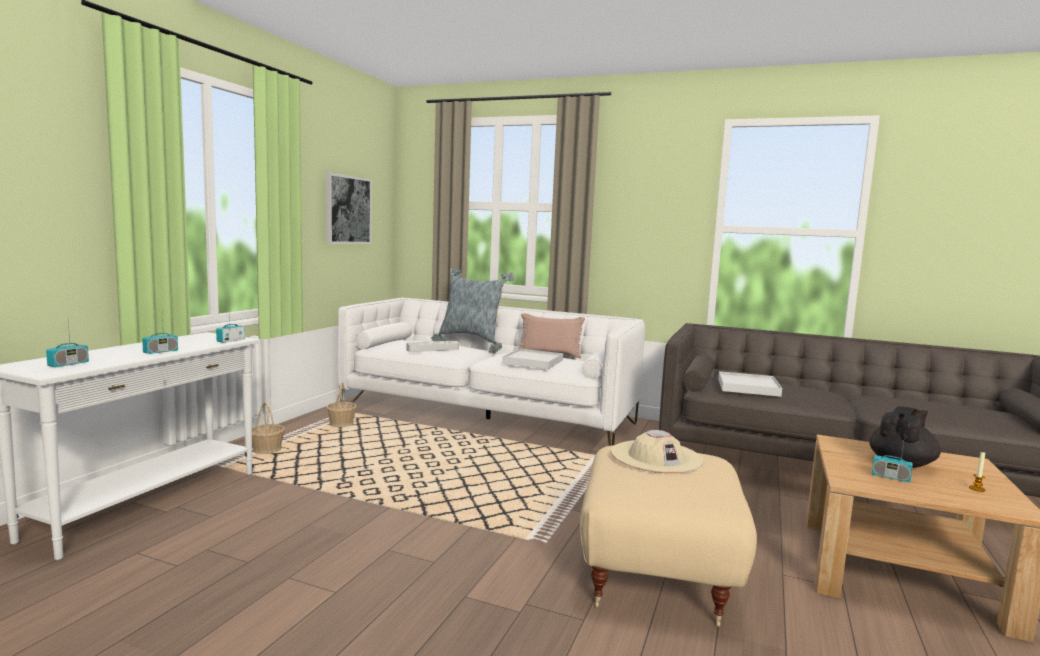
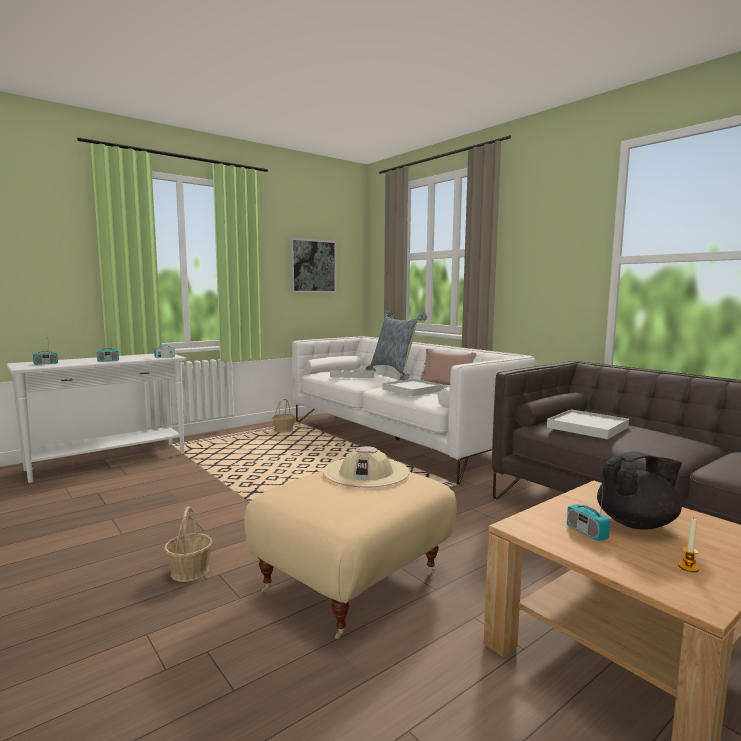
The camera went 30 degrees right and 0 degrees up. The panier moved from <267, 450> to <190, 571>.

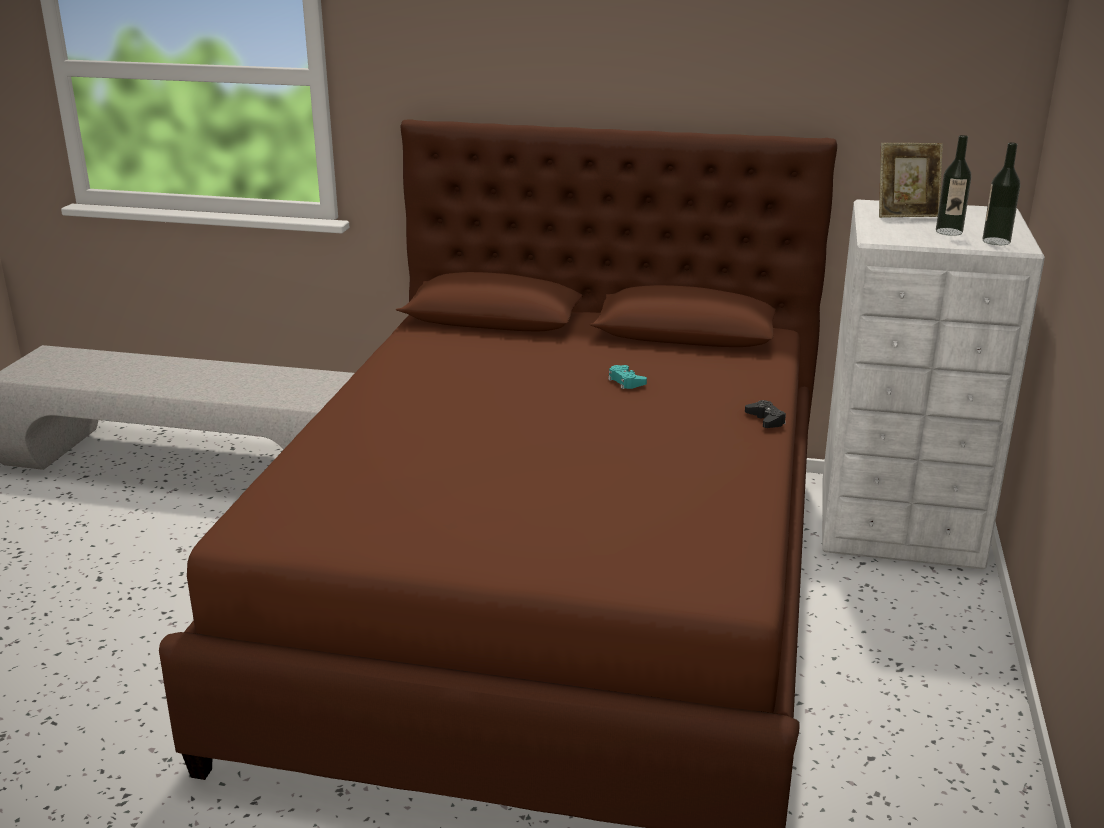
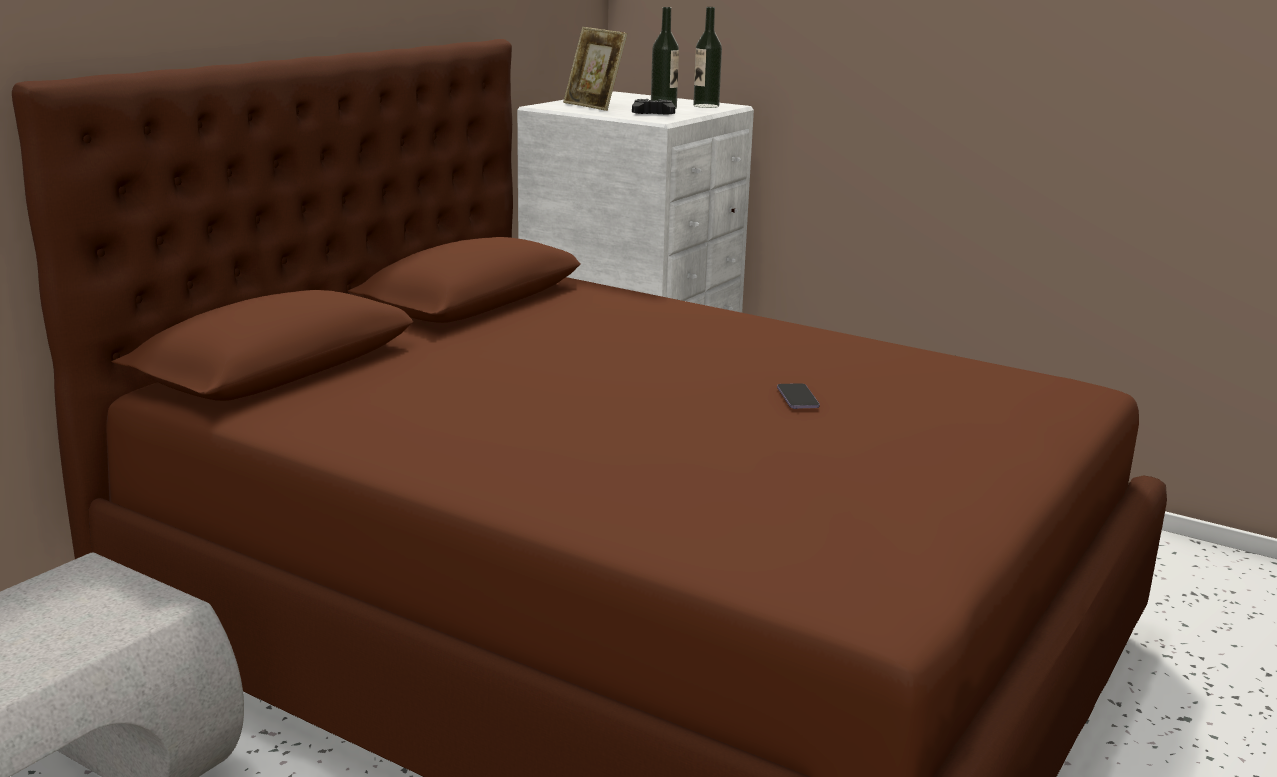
The camera went 70 degrees left and 5 degrees down. The cadre photo at <906, 214> turned 120 degrees clockwise. The manette (turquoise) at <626, 381> disappeared. The manette (noir) moved from <765, 420> to <653, 114>. The téléphone at <797, 398> appeared.

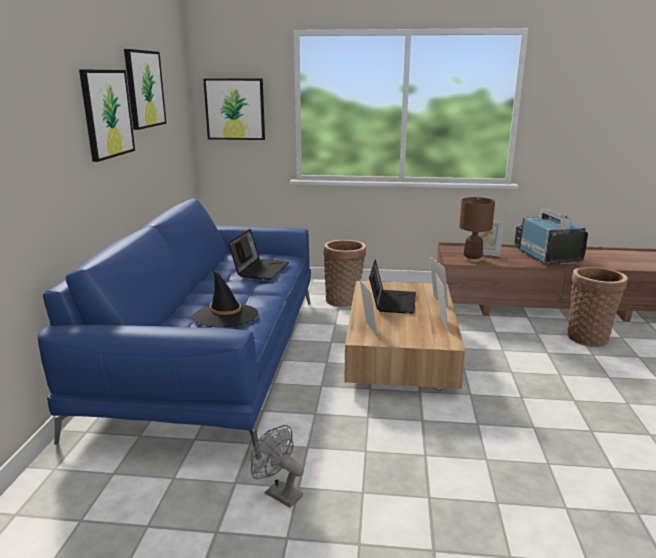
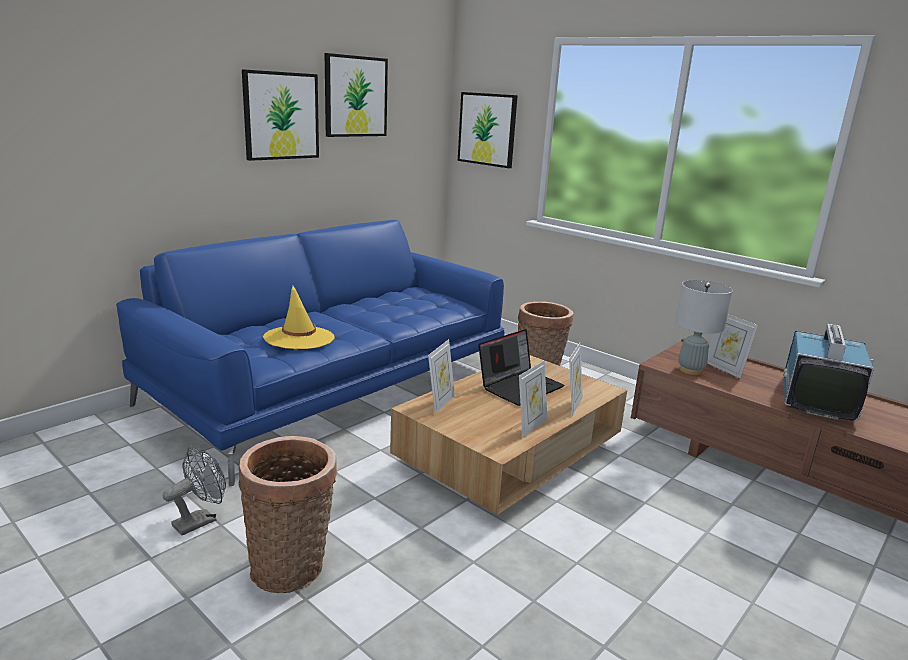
The camera went 35 degrees right and 0 degrees up. The lampe de table (marron) at <472, 259> became the lampe de table (gris) at <690, 370>. The ordinateur portable at <260, 269> disappeared. The panier moved from <588, 337> to <292, 567>. The chapeau (noir) at <226, 316> became the chapeau (jaune) at <299, 338>. The ventilateur (gris) at <278, 493> turned 60 degrees clockwise.

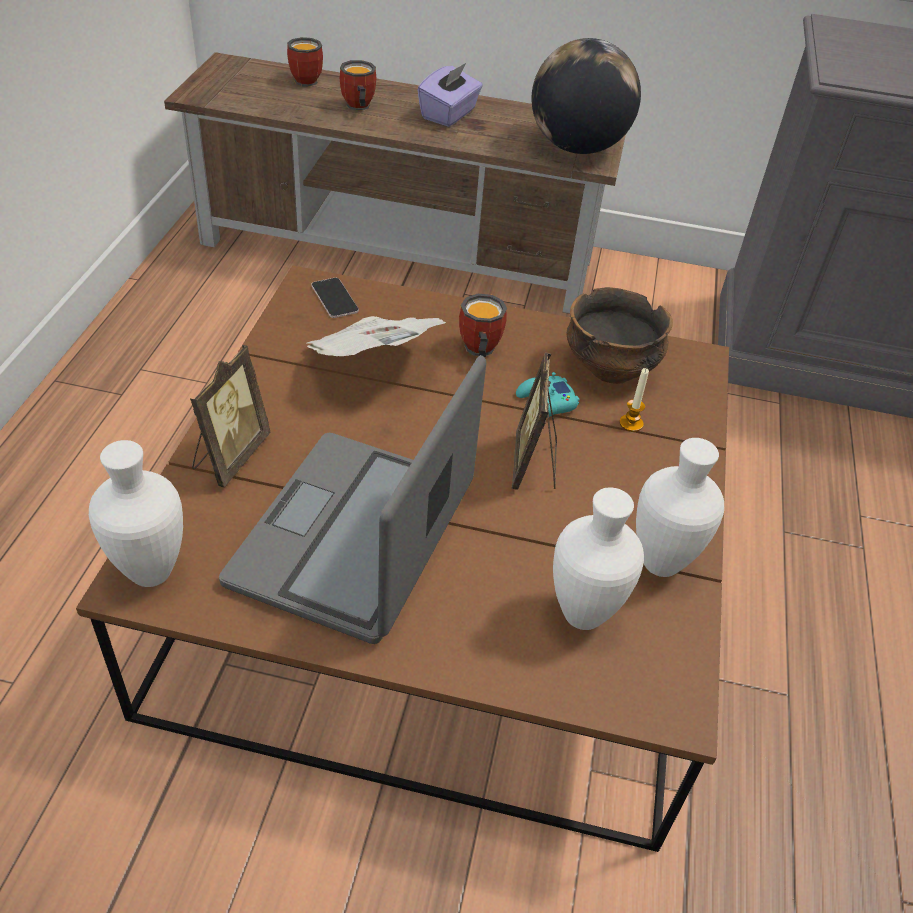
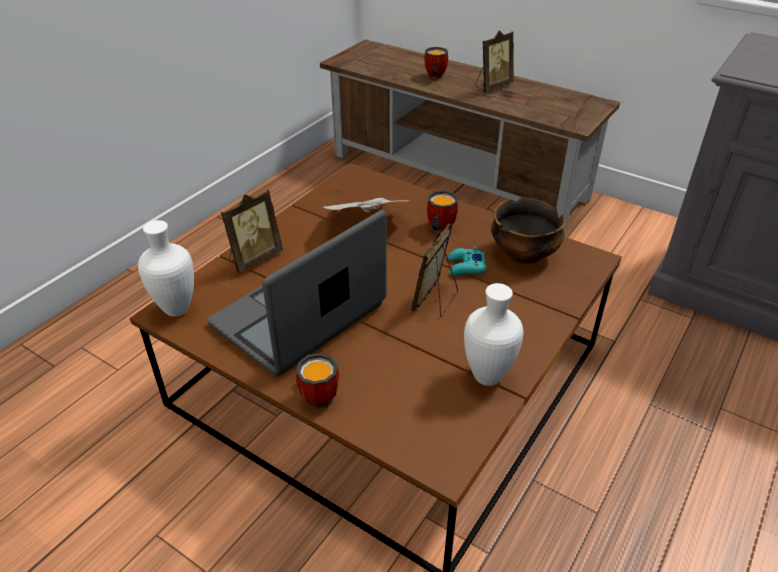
The camera went 25 degrees right and 5 degrees down. The mug moved from <305, 79> to <320, 394>. The globe at <577, 147> disappeared. The boîte à mouchoirs (violet) at <449, 114> was replaced by the cadre photo at <492, 86>. The téléphone at <334, 298> disappeared. The bougie at <631, 423> disappeared. The vase (blanc) at <583, 617> disappeared.

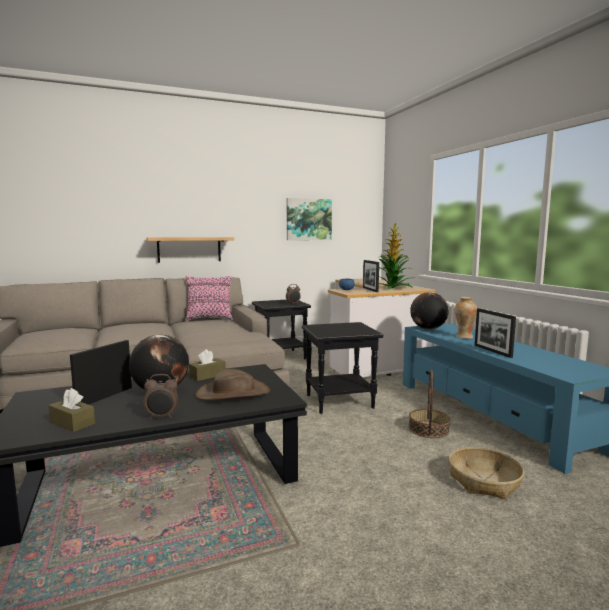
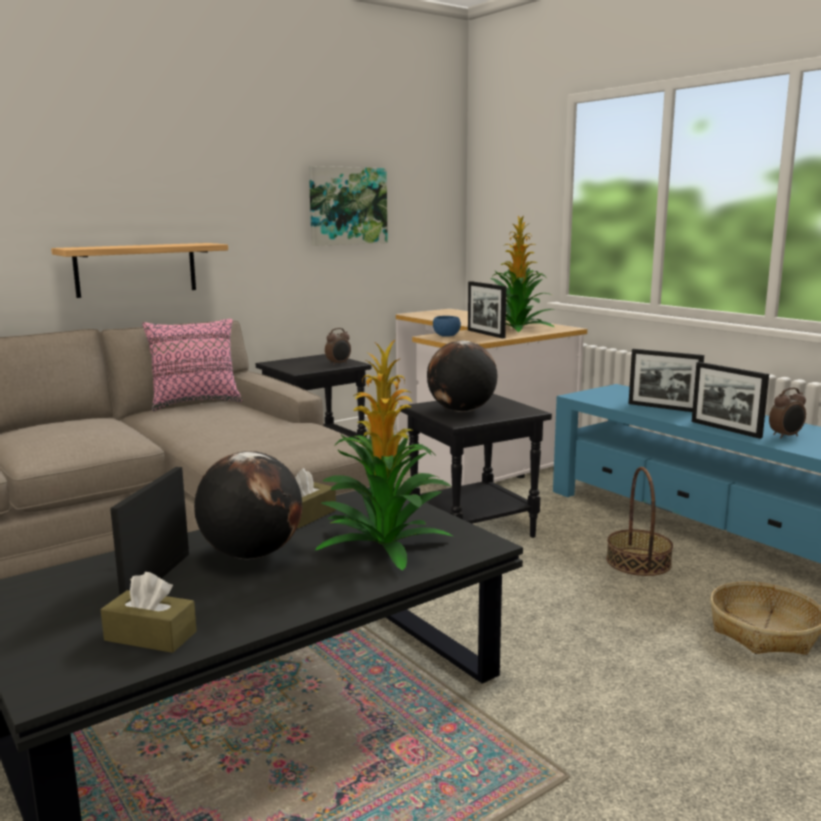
The camera went 15 degrees left and 5 degrees up. The globe moved from <428, 329> to <461, 411>. The vase at <464, 337> was replaced by the cadre photo at <663, 408>. The chapeau (marron) at <233, 393> was replaced by the plante en pot at <385, 543>. The réveil moved from <162, 417> to <786, 436>.

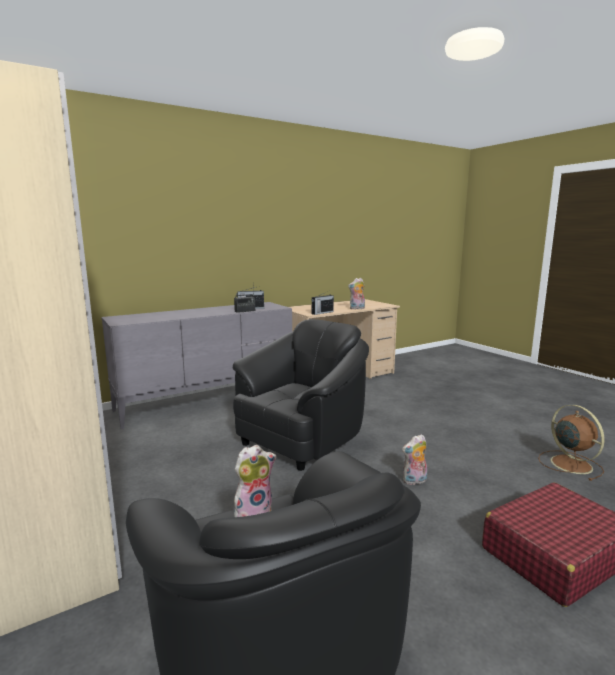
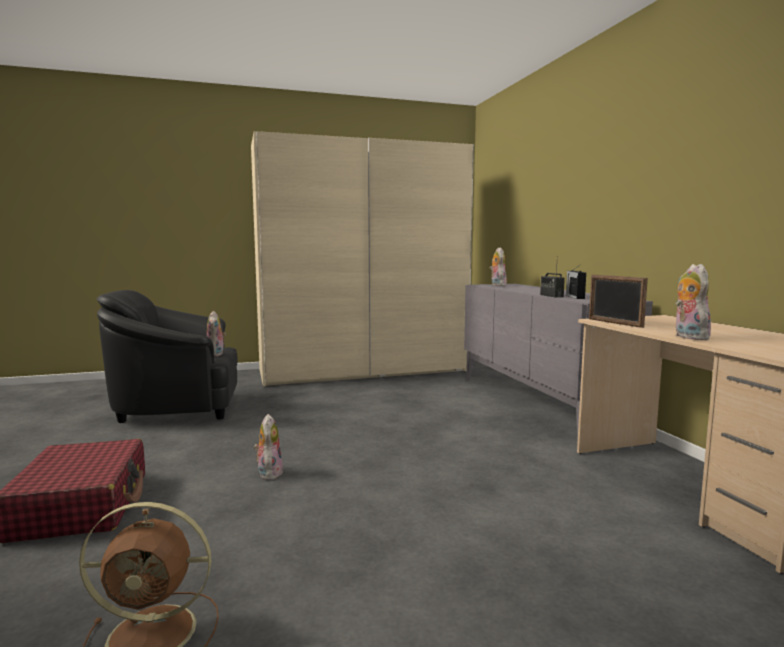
The camera went 105 degrees right and 5 degrees down. The radio at <322, 313> was replaced by the cadre photo at <614, 323>. The fauteuil (noir) at <302, 439> disappeared. The peluche at <497, 285> appeared.

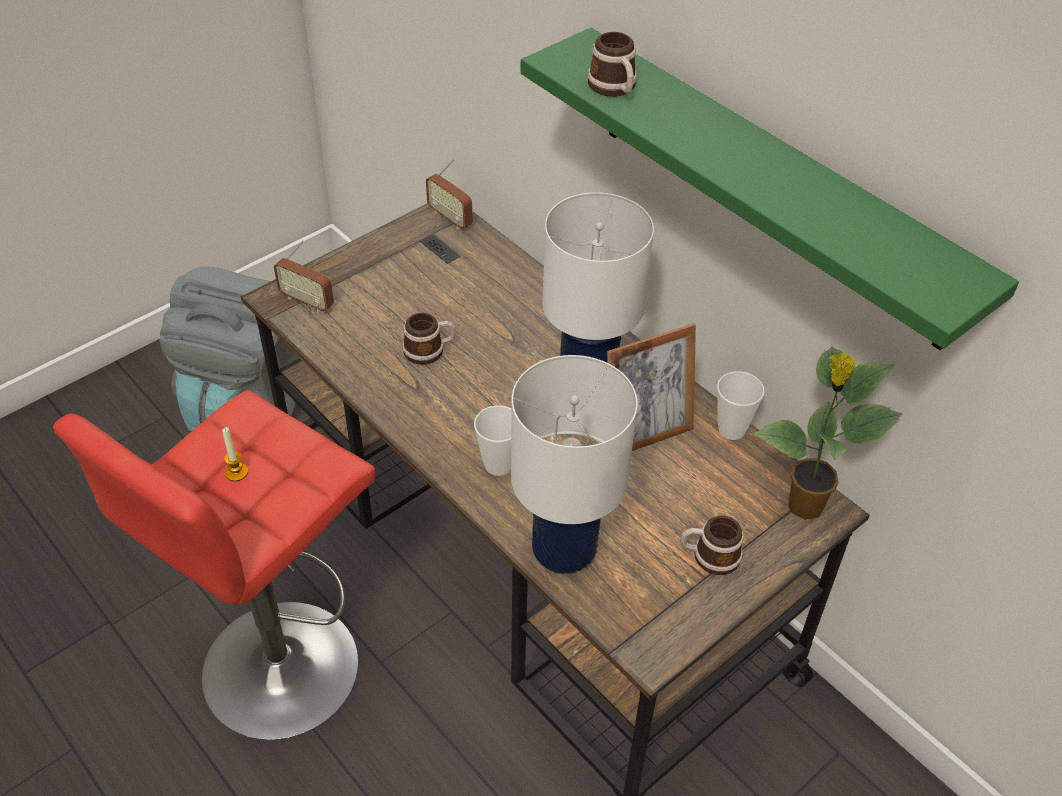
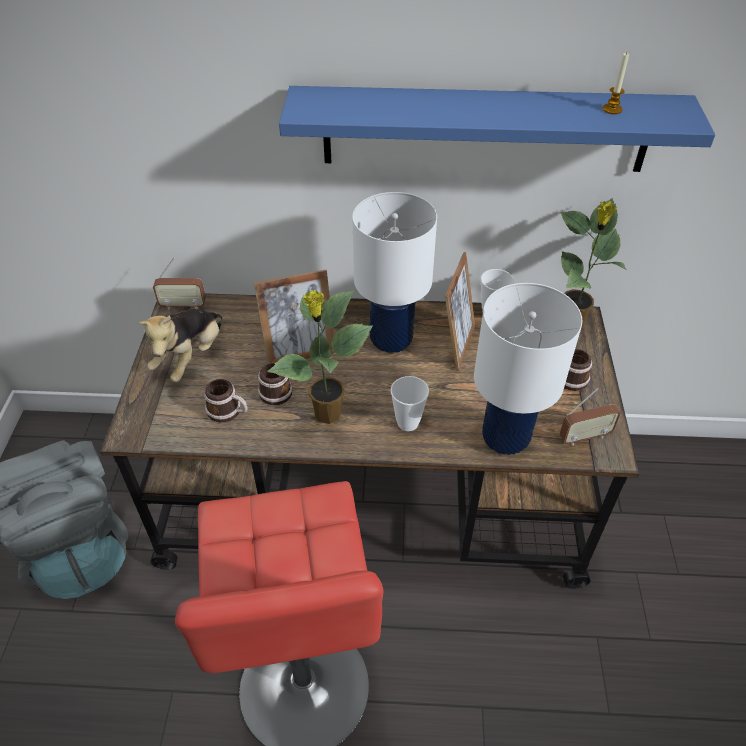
The camera went 45 degrees left and 0 degrees up. The étagère (vert) at <770, 186> became the étagère (bleu) at <485, 129>. The mug moved from <615, 88> to <228, 412>. The radio moved from <307, 301> to <584, 437>. The bougie moved from <236, 472> to <612, 109>. The cadre photo at <300, 352> appeared. The plante en pot at <327, 415> appeared. The peluche at <190, 357> appeared.

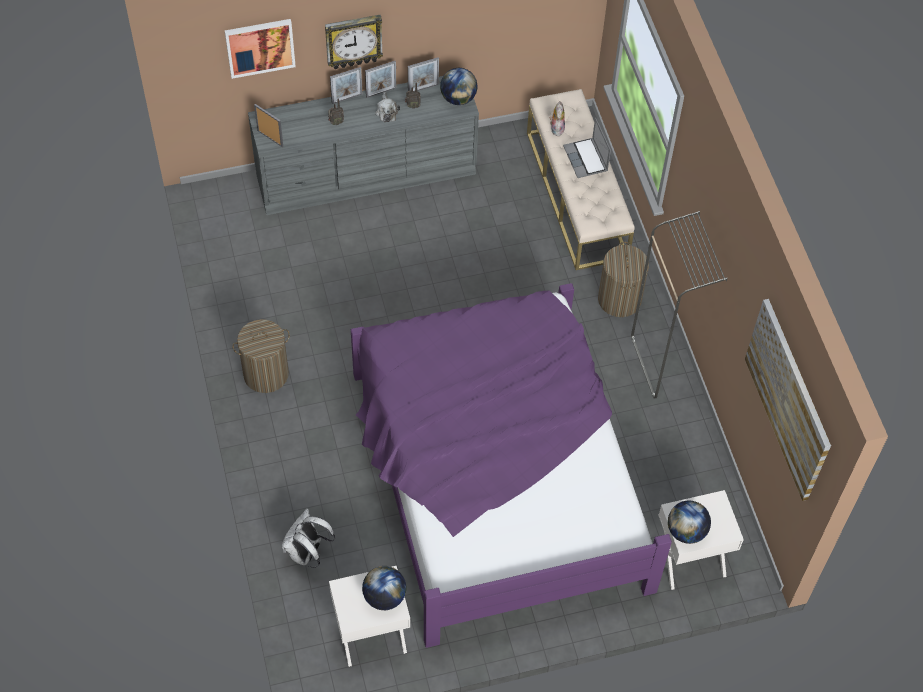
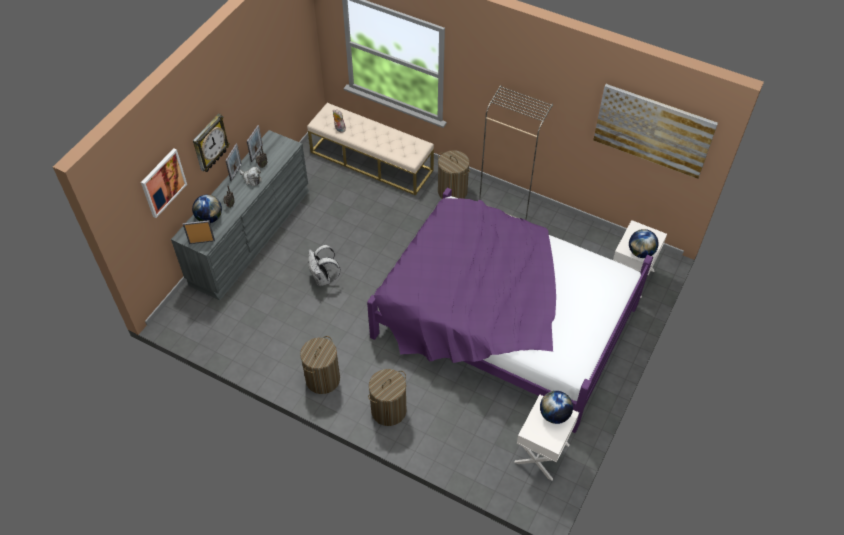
The camera went 45 degrees left and 5 degrees down. The cadre photo at <347, 98> disappeared. The globe moved from <458, 98> to <209, 218>. The ordinateur portable at <586, 159> disappeared. The sac à dos (blanc) moved from <307, 553> to <323, 279>. The panier à linge at <388, 410> appeared.

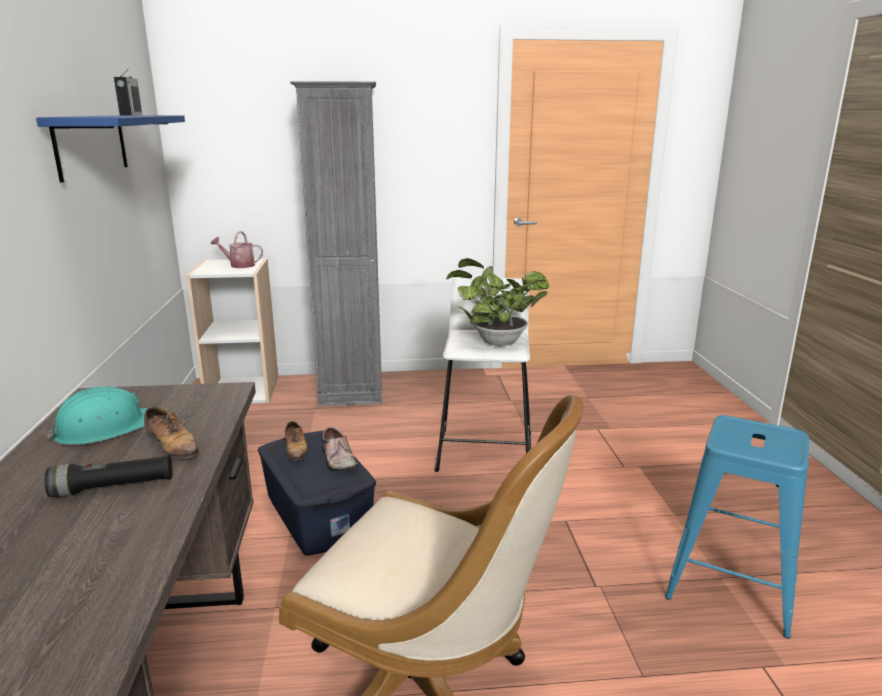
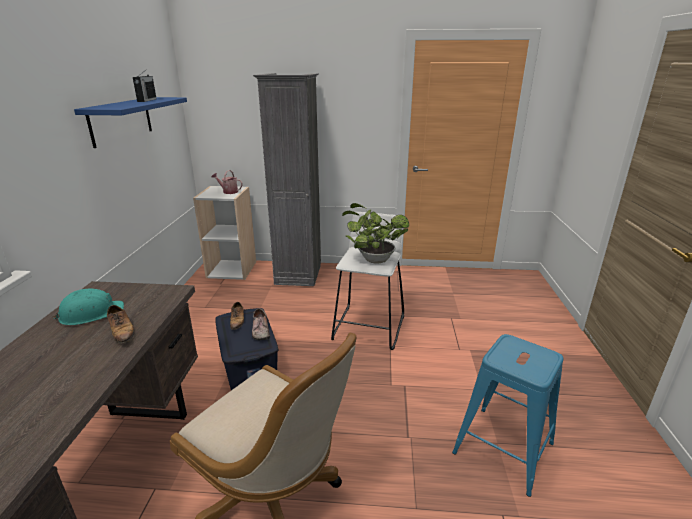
The camera went 10 degrees right and 5 degrees up. The lampe de poche (noir) at <113, 487> disappeared.

